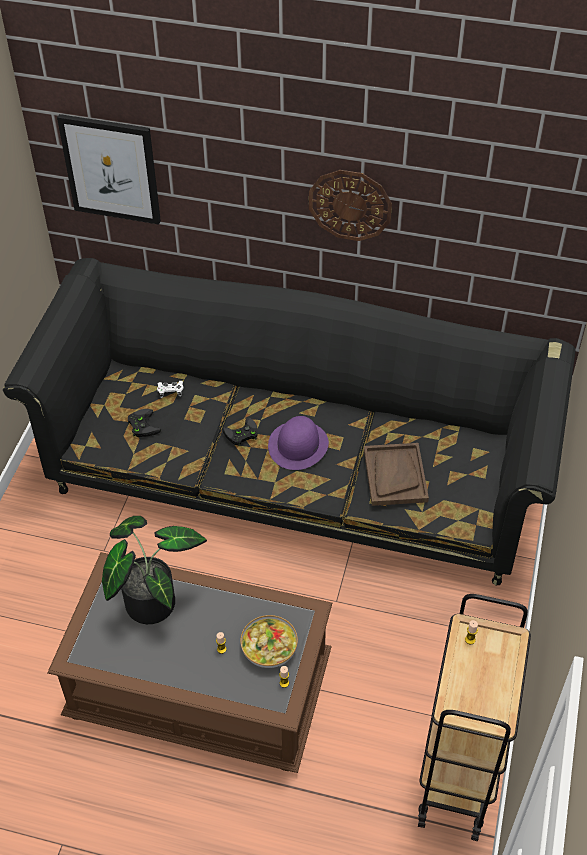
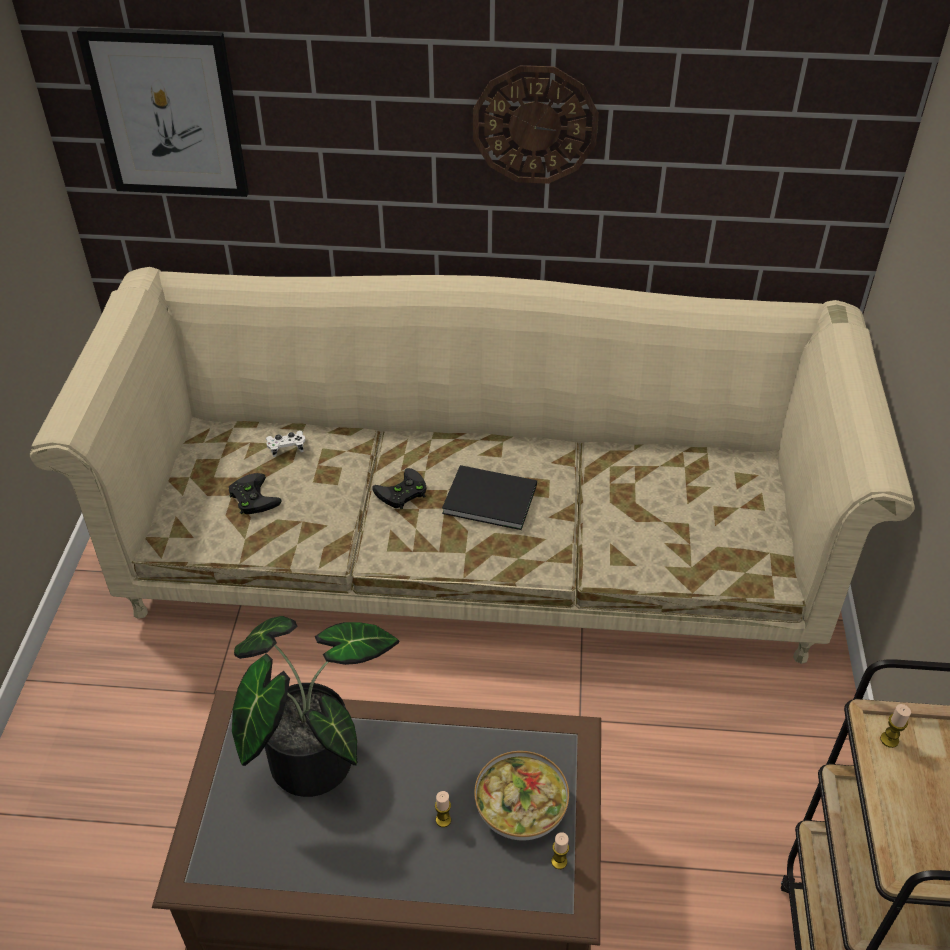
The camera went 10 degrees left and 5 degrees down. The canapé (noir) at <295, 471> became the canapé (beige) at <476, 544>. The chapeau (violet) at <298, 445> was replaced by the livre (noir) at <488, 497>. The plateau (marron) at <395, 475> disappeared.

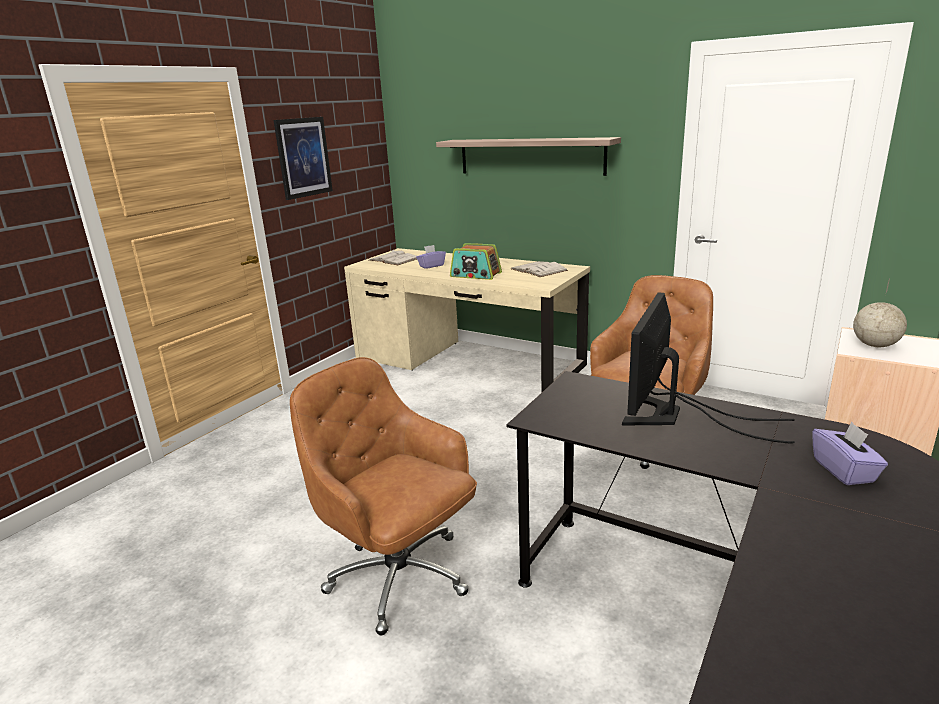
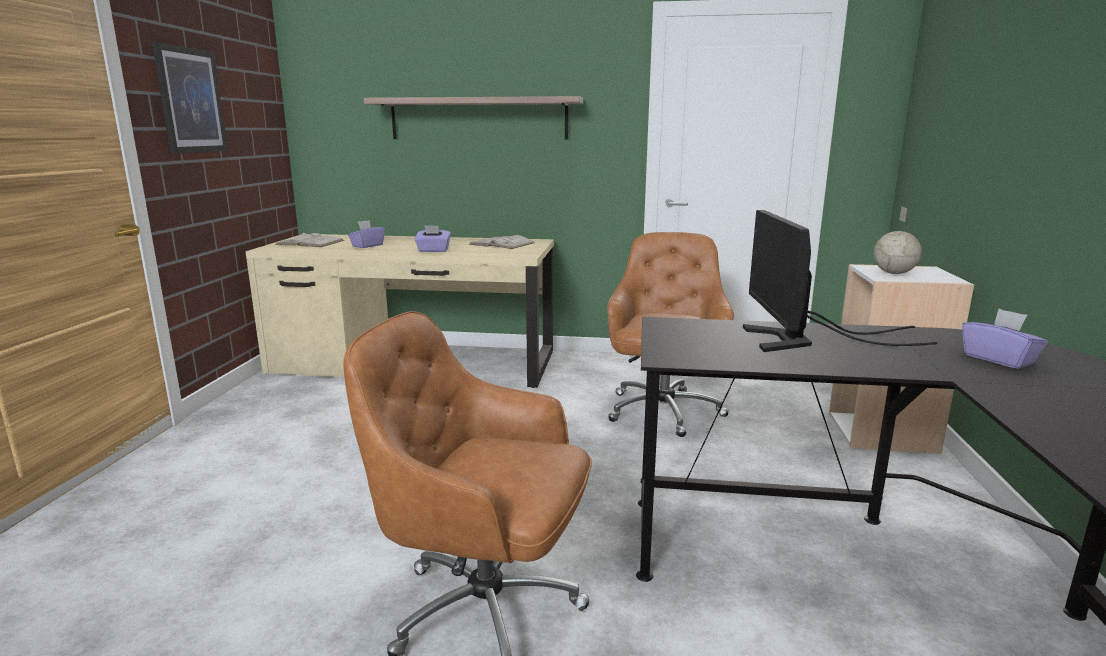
The camera went 25 degrees left and 5 degrees down. The radio at <475, 275> was replaced by the boîte à mouchoirs (violet) at <433, 250>.

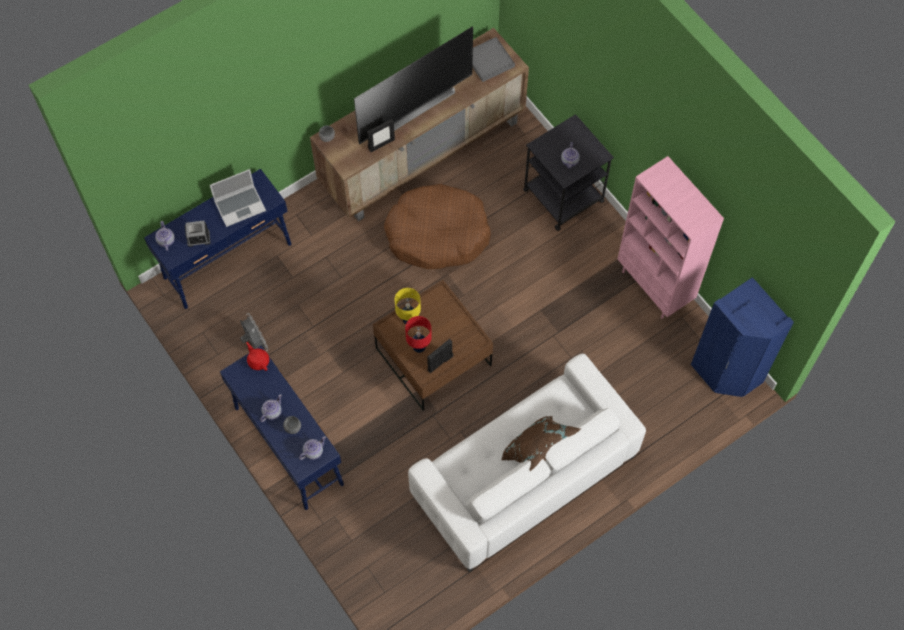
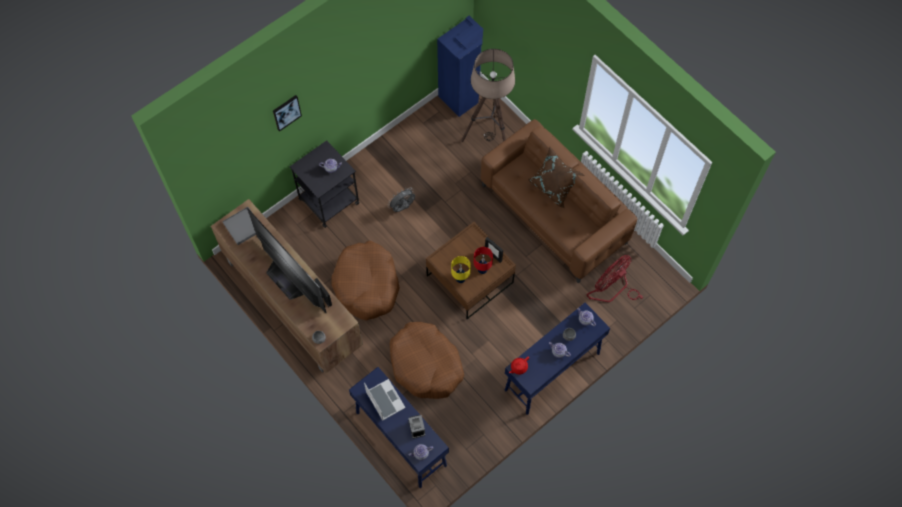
The camera went 95 degrees left and 0 degrees up. The bibliothèque (rose) at <655, 287> disappeared. The ventilateur (gris) moved from <254, 343> to <403, 207>. The canapé (blanc) at <523, 477> became the canapé (marron) at <554, 214>. The lampadaire at <489, 137> appeared. The tableau at <286, 112> appeared. The ventilateur (rouge) at <614, 288> appeared. The panier pour chien (marron) at <426, 365> appeared.

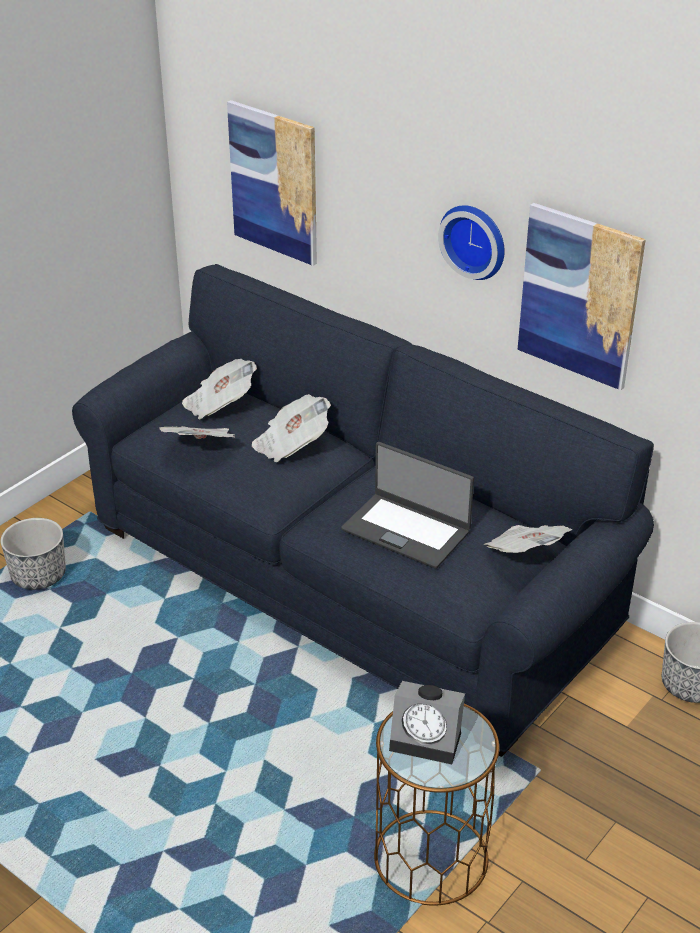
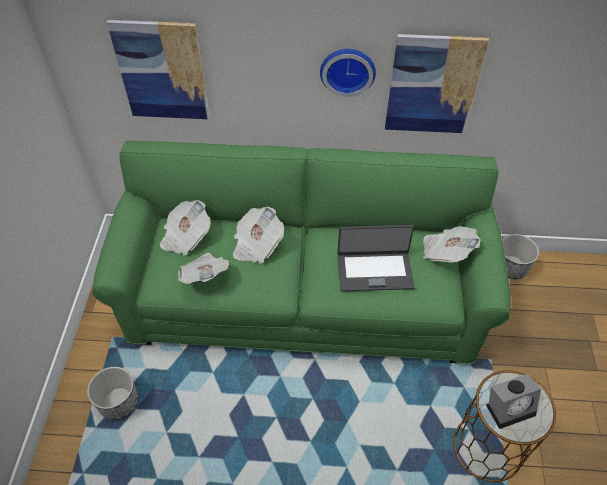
The camera went 35 degrees left and 15 degrees up. The canapé (bleu) at <350, 578> became the canapé (vert) at <303, 297>.

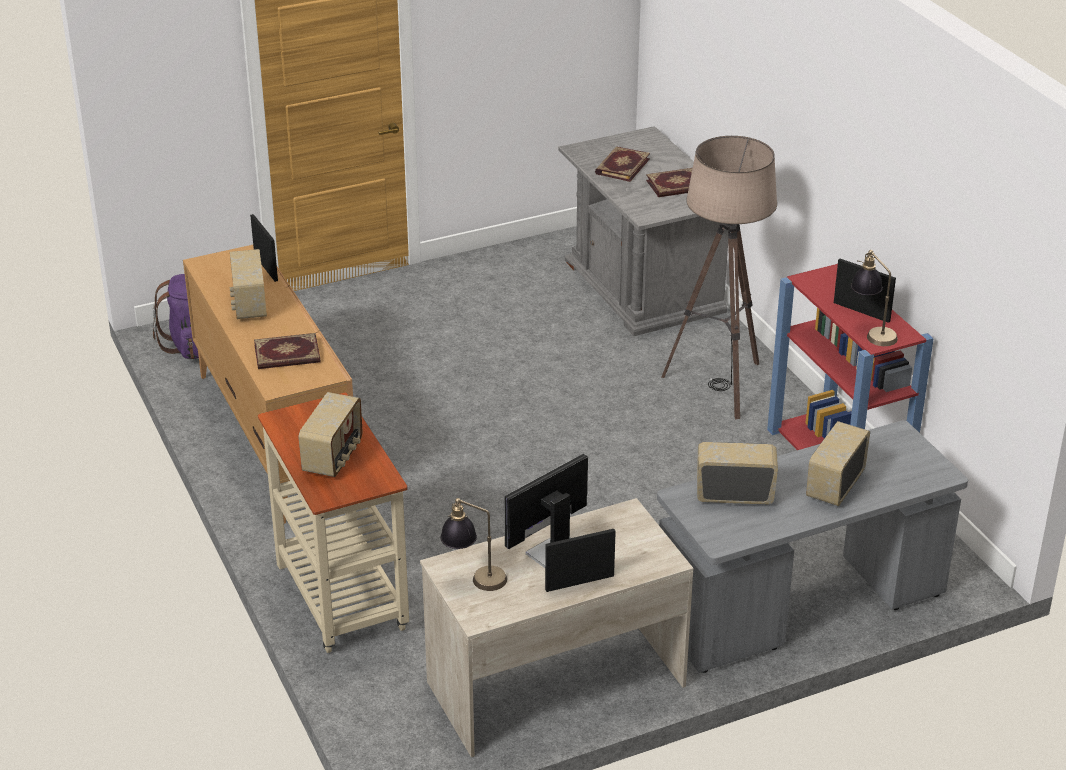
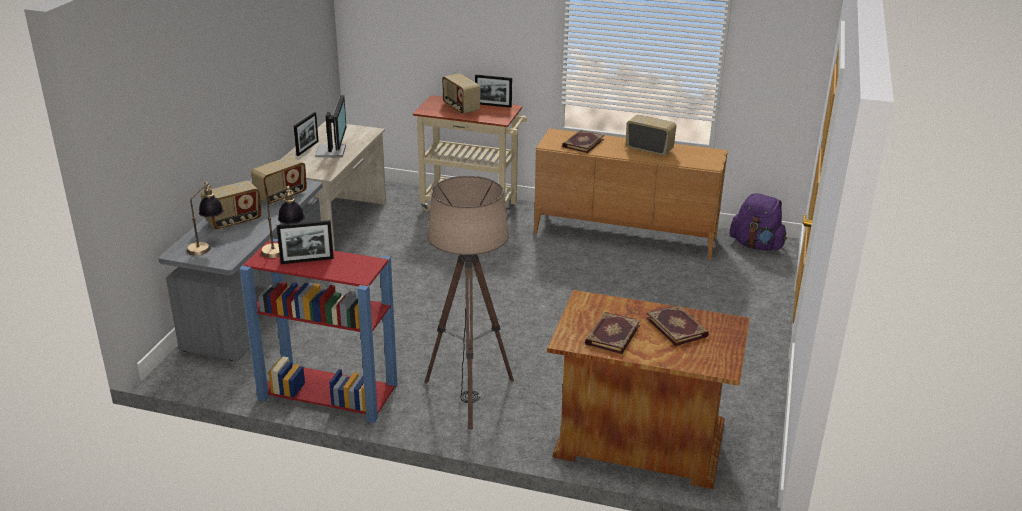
The camera went 130 degrees right and 5 degrees down. The meuble de rangement (gris) at <643, 286> became the meuble de rangement (marron) at <640, 438>. The cadre photo moved from <266, 268> to <493, 105>. The radio at <834, 485> turned 75 degrees clockwise. The lampe de table moved from <474, 579> to <207, 246>.

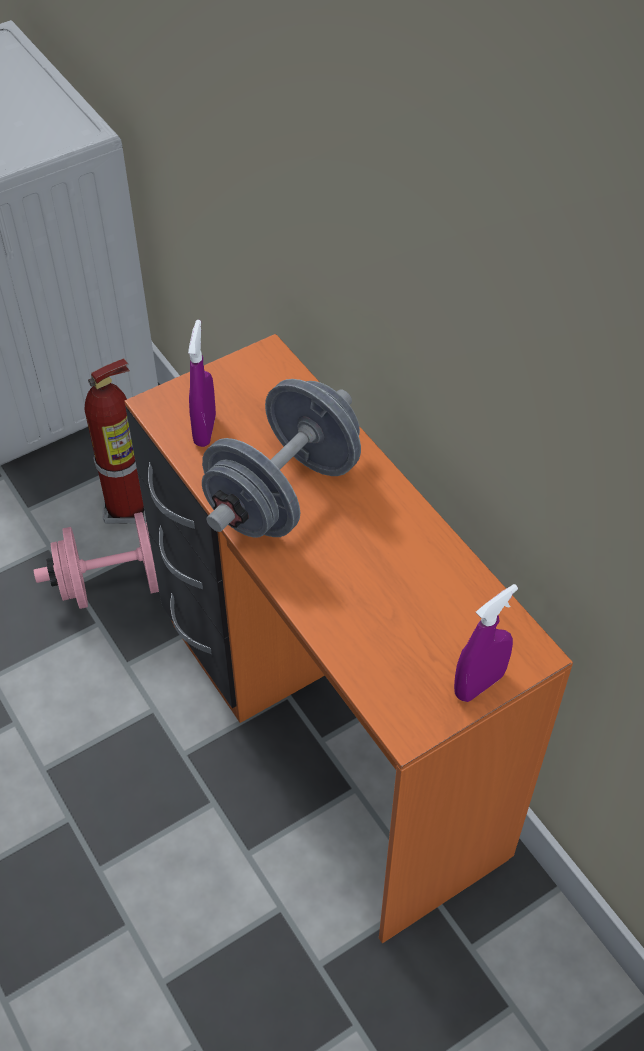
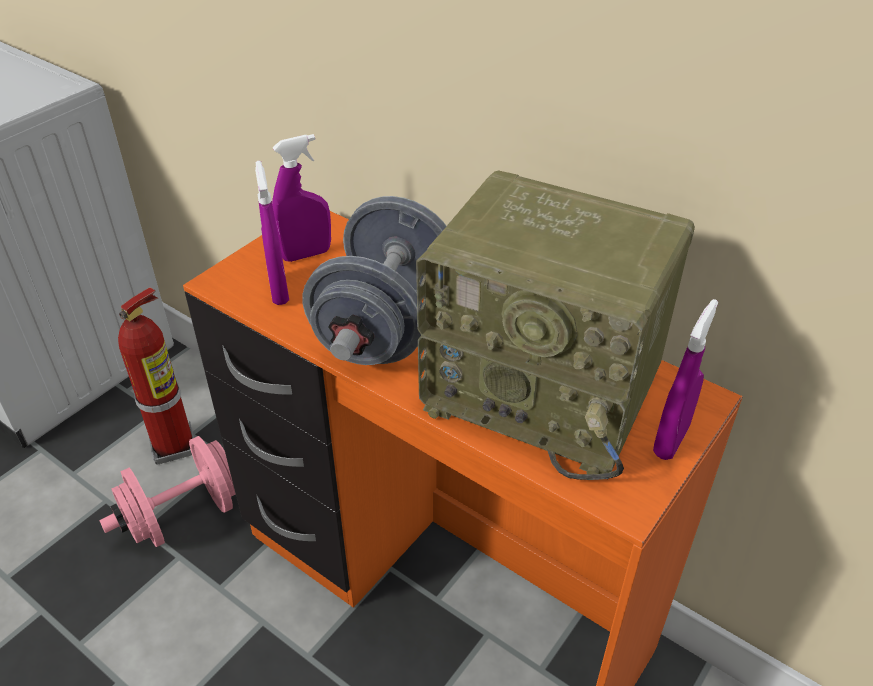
The camera went 20 degrees left and 10 degrees down. The vaporisateur (violet) at <306, 254> appeared. The radio at <546, 392> appeared.

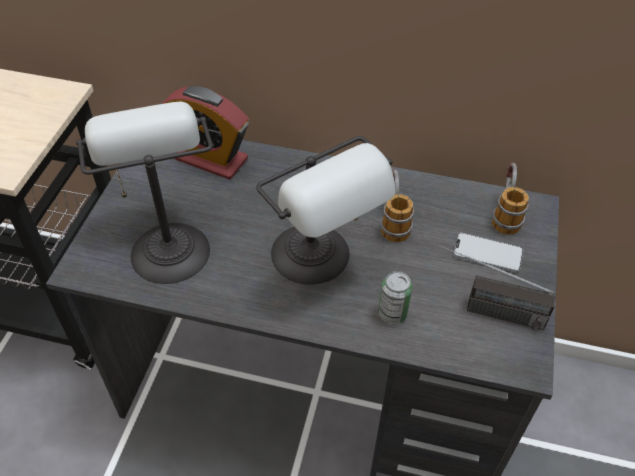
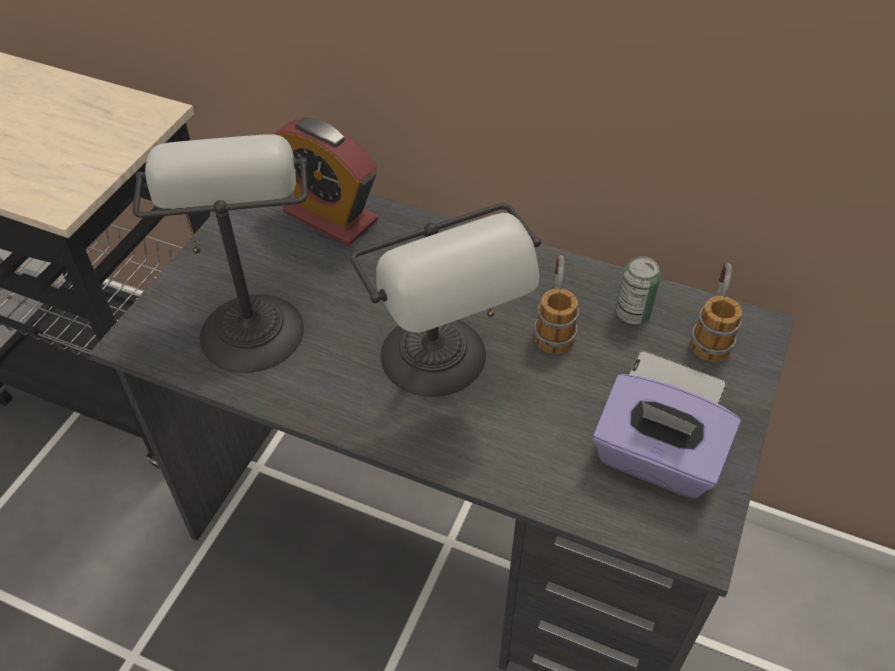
The camera went 10 degrees right and 0 degrees up. The radio at <484, 309> was replaced by the boîte à mouchoirs (violet) at <655, 460>. The boîte métallique moved from <392, 314> to <632, 313>.

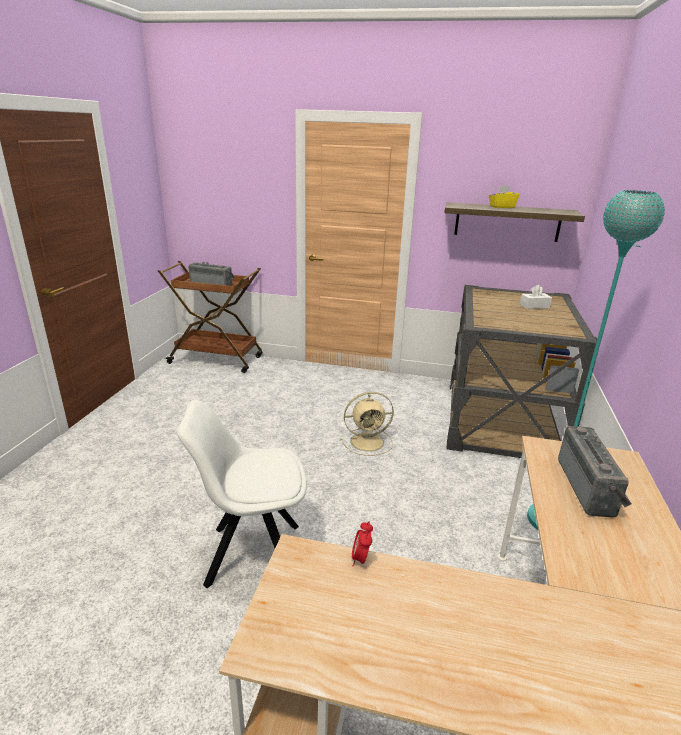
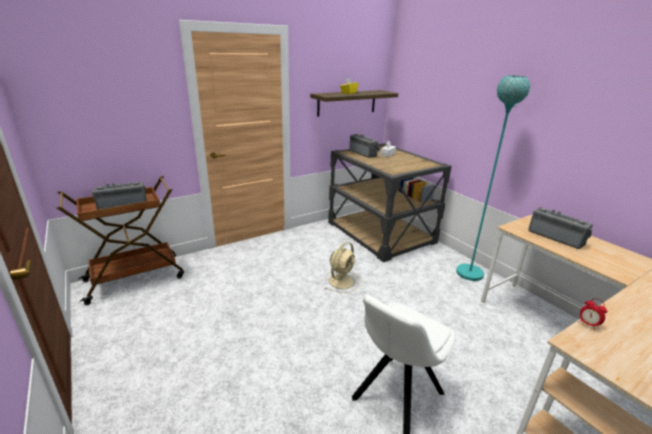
The camera went 45 degrees left and 0 degrees up. The radio at <364, 153> appeared.

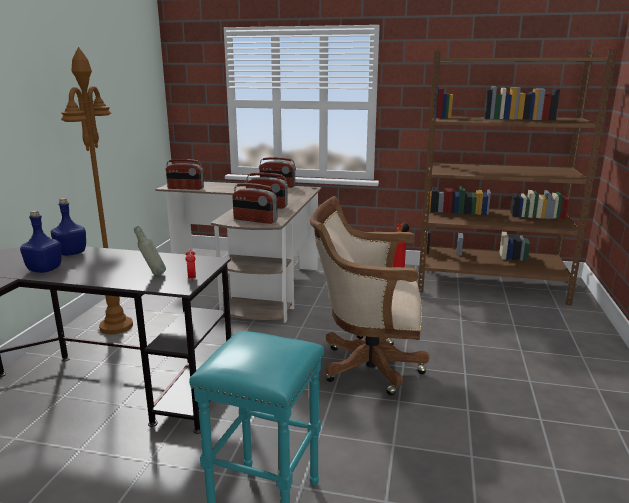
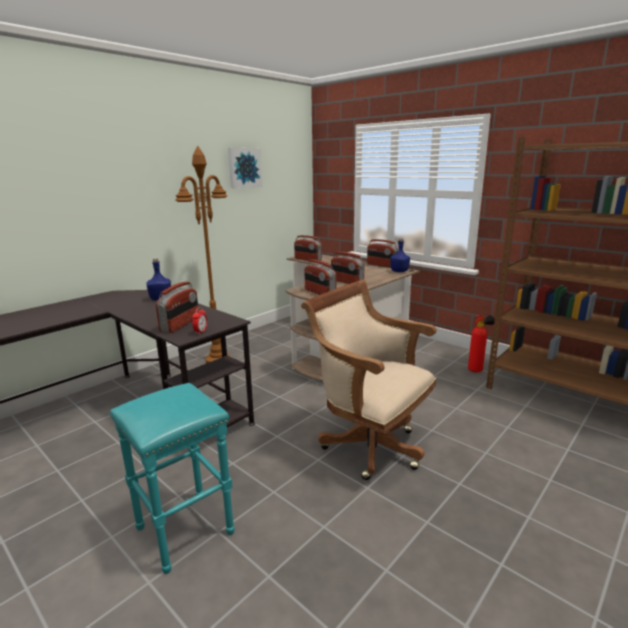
The camera went 30 degrees right and 0 degrees up. The bouteille (bleu) moved from <44, 269> to <399, 271>. The bouteille (gris) at <153, 275> was replaced by the radio at <180, 324>. The tableau at <244, 167> appeared.

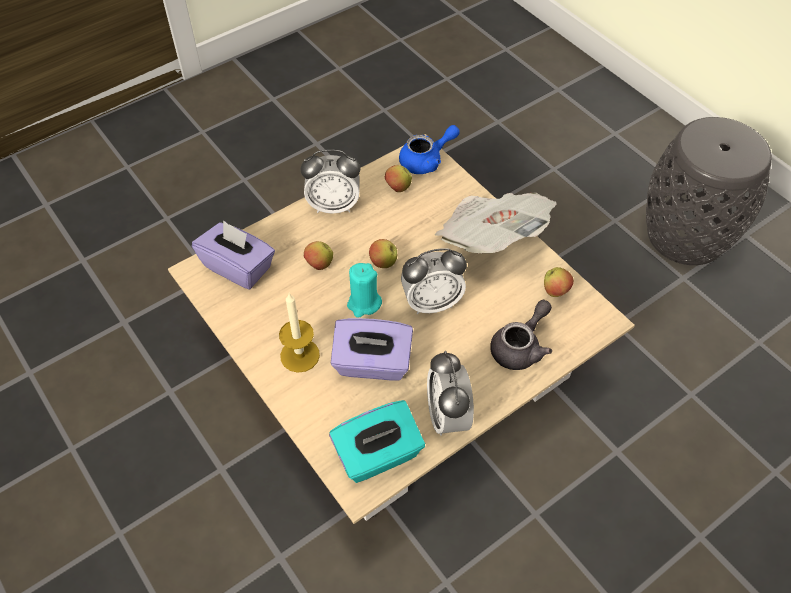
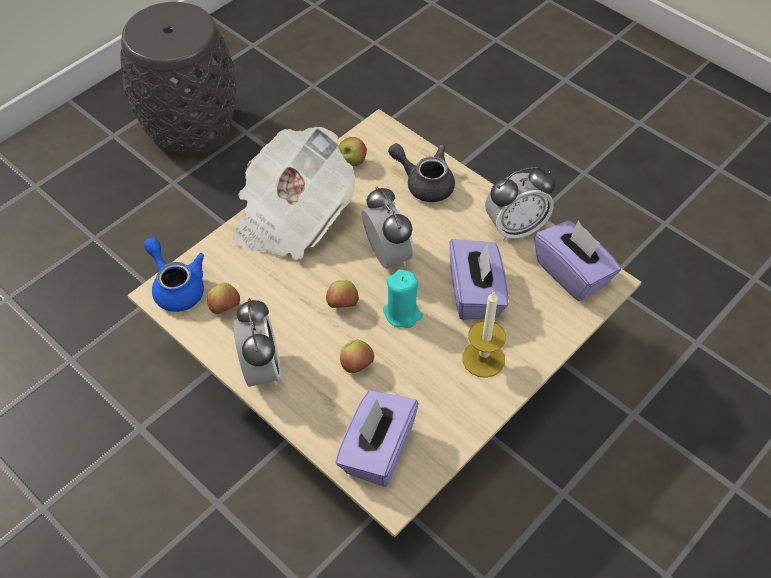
The camera went 100 degrees left and 0 degrees up. The boîte à mouchoirs (turquoise) at <378, 455> became the boîte à mouchoirs (violet) at <572, 273>.

